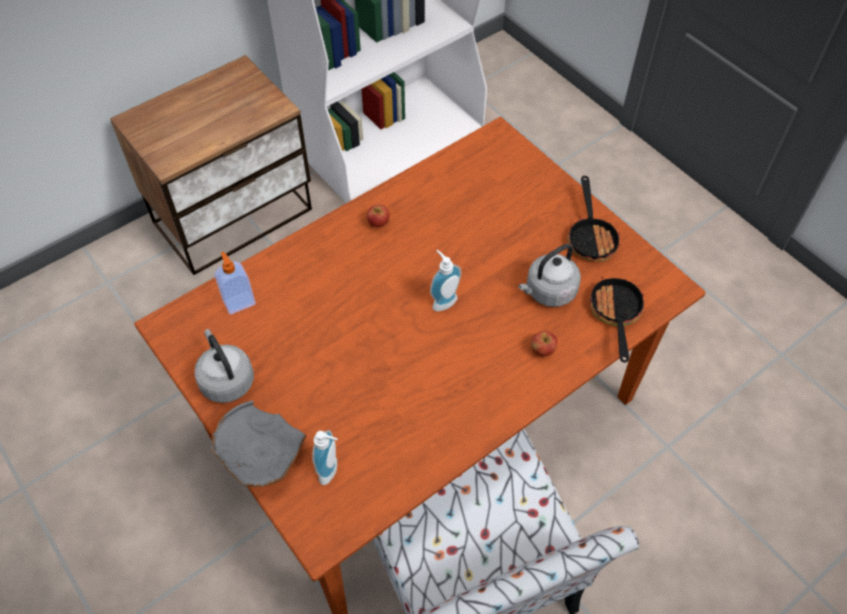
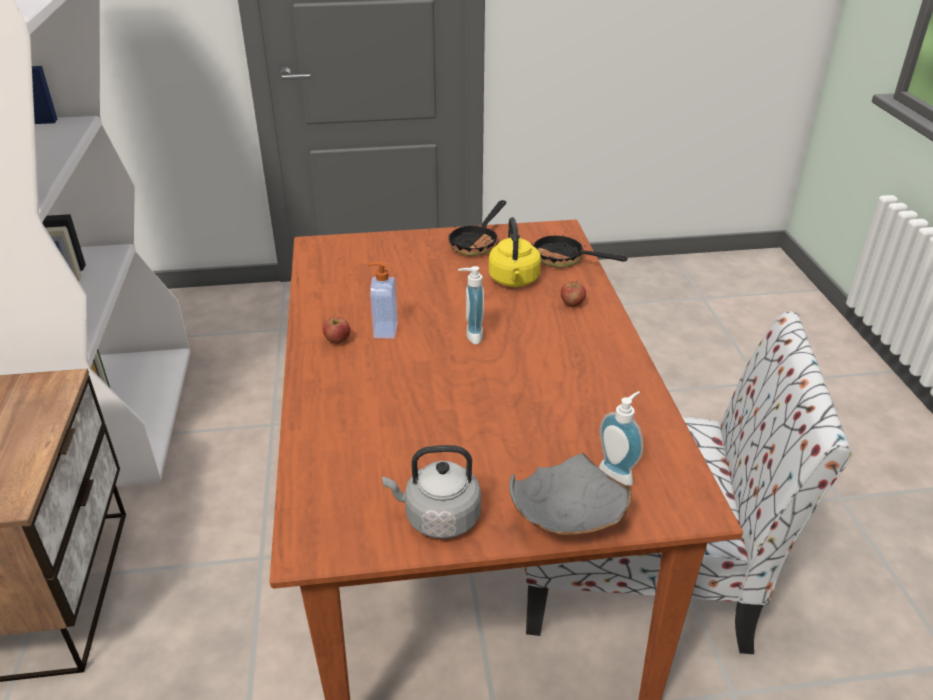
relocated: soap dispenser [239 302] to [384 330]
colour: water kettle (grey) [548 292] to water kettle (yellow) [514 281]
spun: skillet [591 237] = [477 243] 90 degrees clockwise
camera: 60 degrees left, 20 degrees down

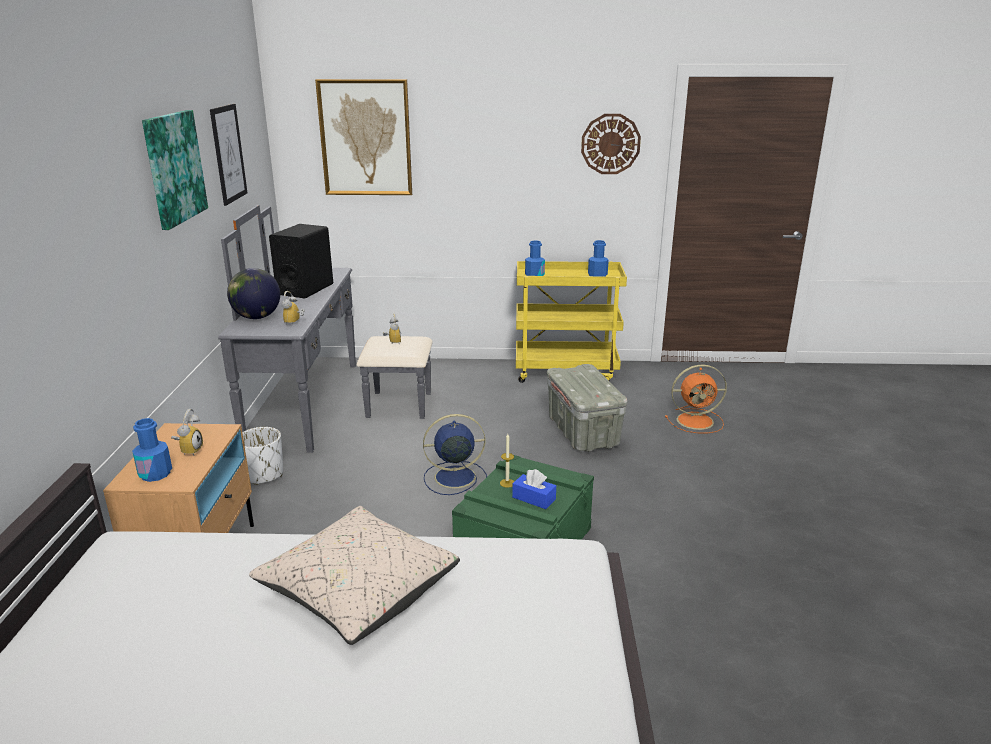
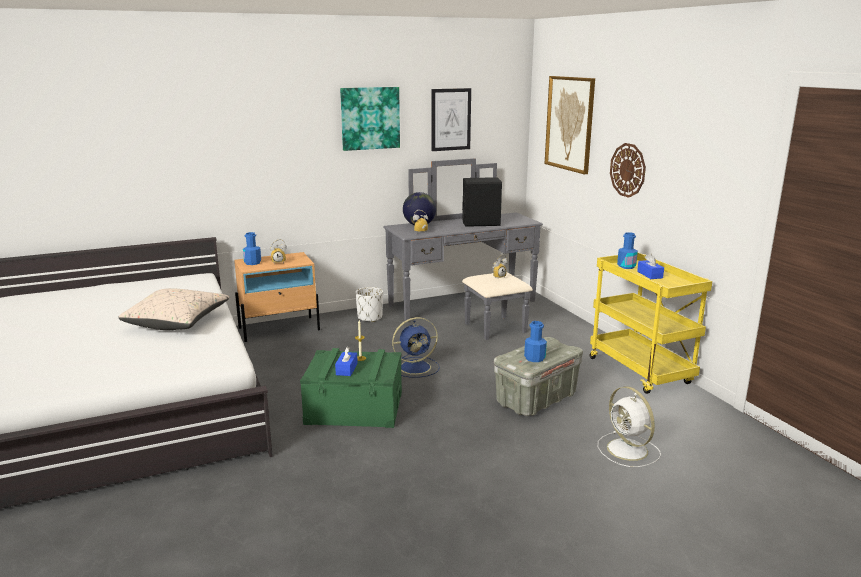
appeared: tissue box (bluish) [649 275]
relocated: bottle (bluish) [597 276] to [534 358]; clock on the wall [610 144] to [628 170]
colour: fan (orange) [696 421] to fan (white-coloured) [628 450]
spun: fan (bluish) [453 477] = [416 367] 105 degrees clockwise
camera: 65 degrees right, 5 degrees down

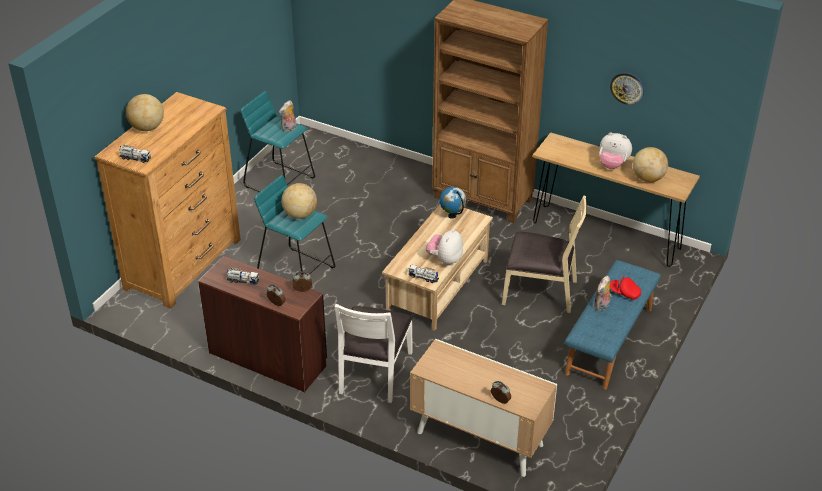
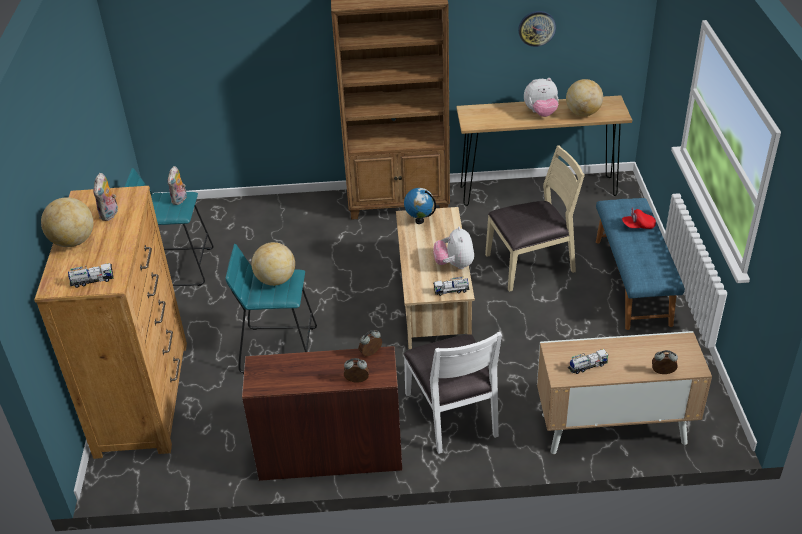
relocated: cuddly toy [602 306] to [110 214]; model truck [243 281] to [587 366]
camera: 30 degrees left, 0 degrees up

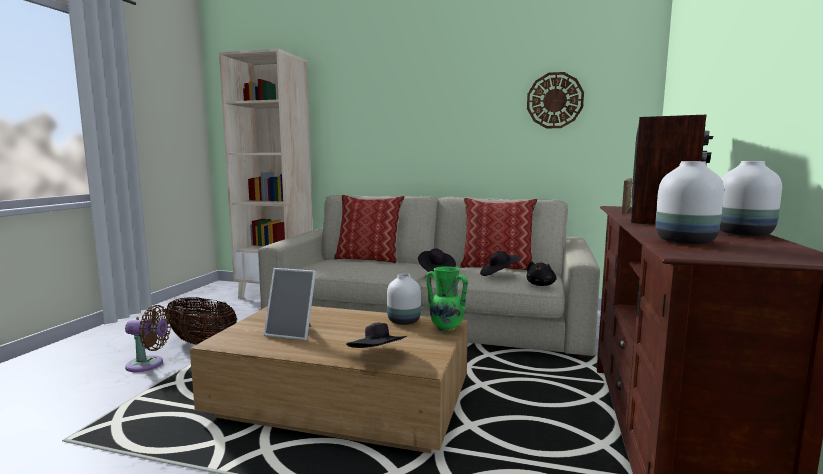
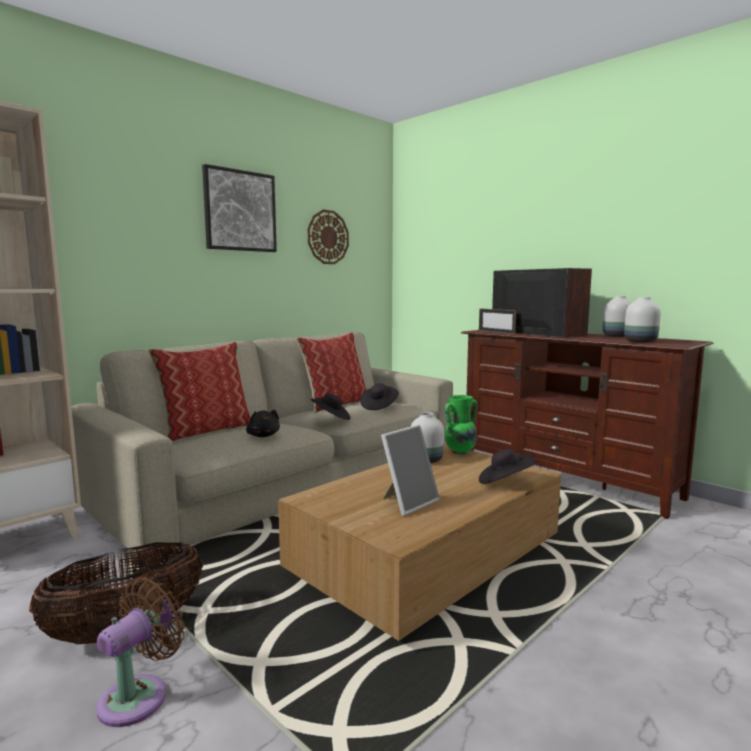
appeared: wall art [240 211]
relocated: cuddly toy (blackish) [541 285] to [263 436]
camera: 60 degrees left, 0 degrees up

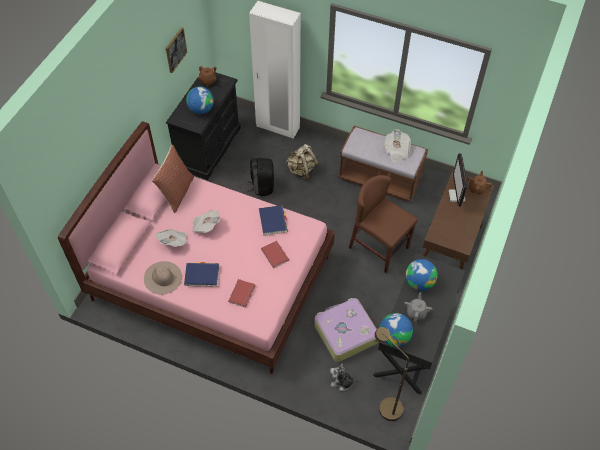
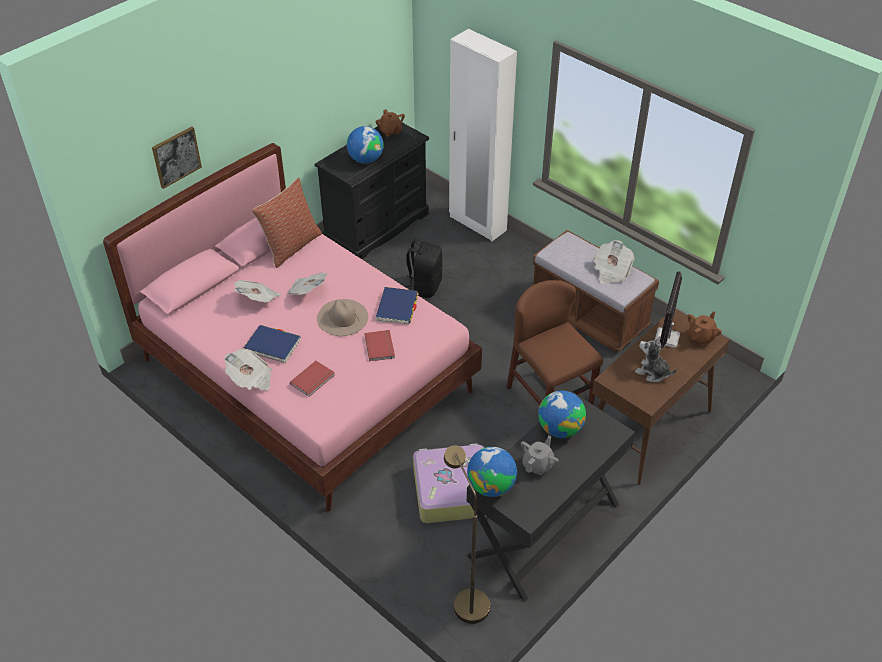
missing: knapsack (beige-coloured) [302 170]
appeared: newspaper [251 379]
relocated: wall art [175 50] to [176 156]; wearable hat (beige-coloured) [162 277] to [342 317]; cuddly toy [342 382] to [652 372]
camera: 20 degrees right, 10 degrees down

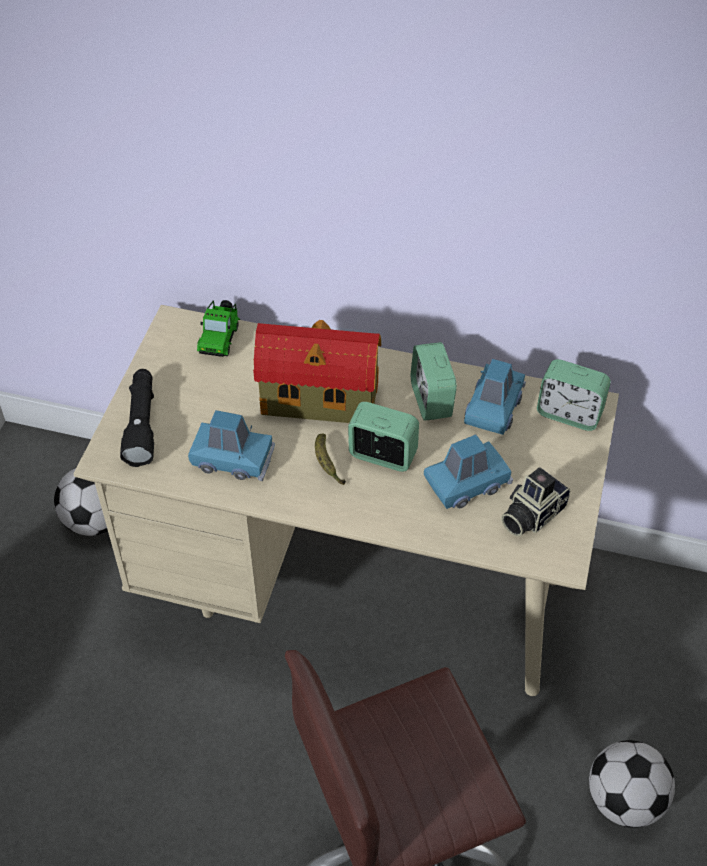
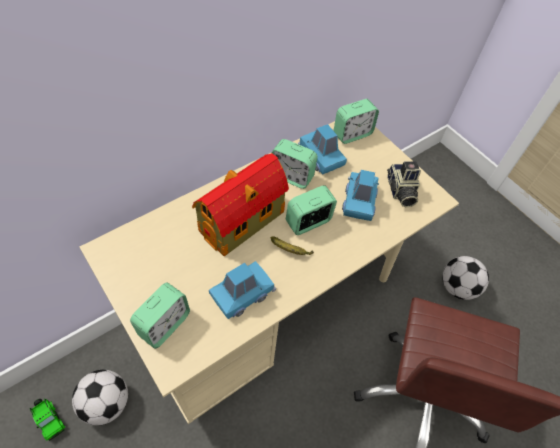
relocated: model car [220 338] to [49 419]
exchanged: torch (blackish) [142 424] to table clock [164 324]
camera: 55 degrees left, 5 degrees up

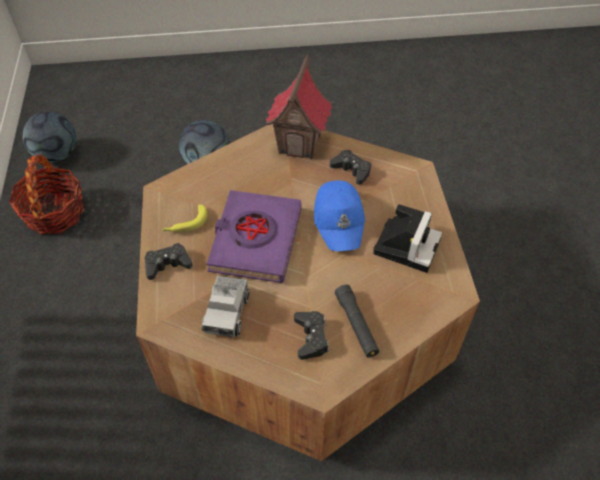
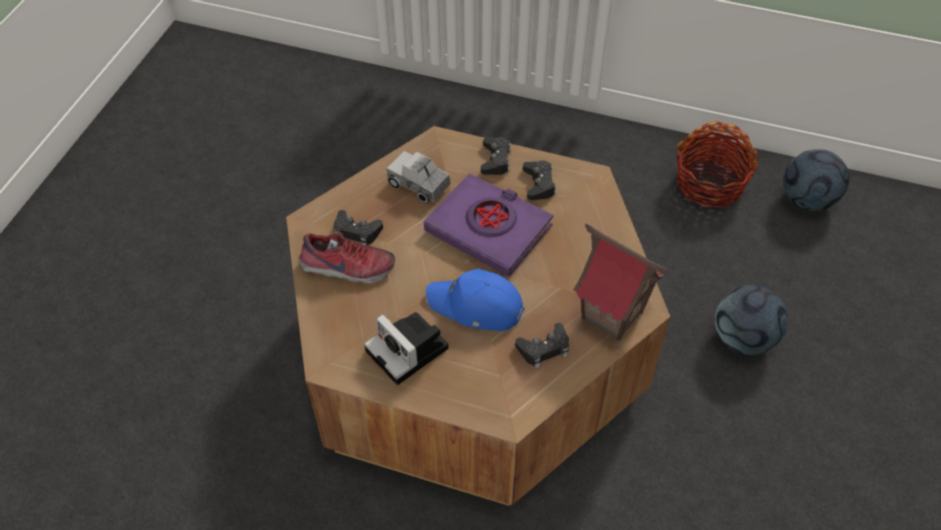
exchanged: torch (blackish) [356 325] to low shoe [347 268]; whole banana [185 224] to game controller (blackish) [539 184]
camera: 115 degrees right, 0 degrees up

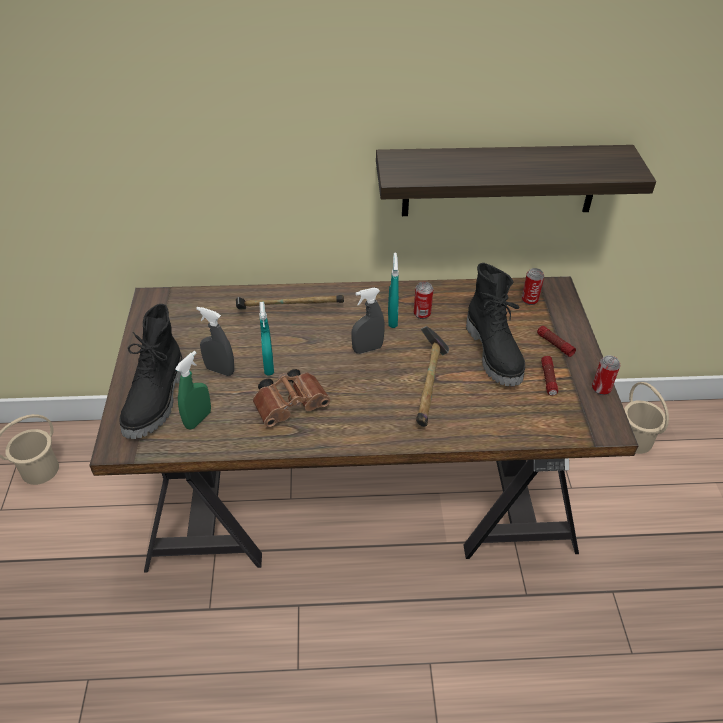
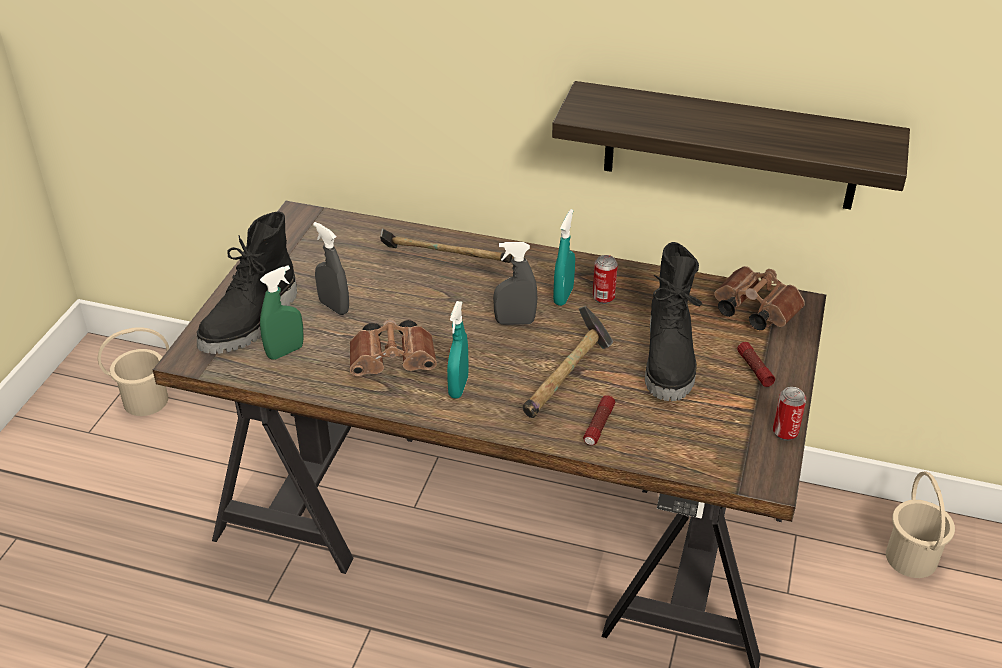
relocated: hand sprayer (turquoise-coloured) [268 366] to [458 387]; torch [548 379] to [599 426]
exchanged: can [529 300] to binoculars (brown-coloured) [752 311]
camera: 20 degrees right, 5 degrees down

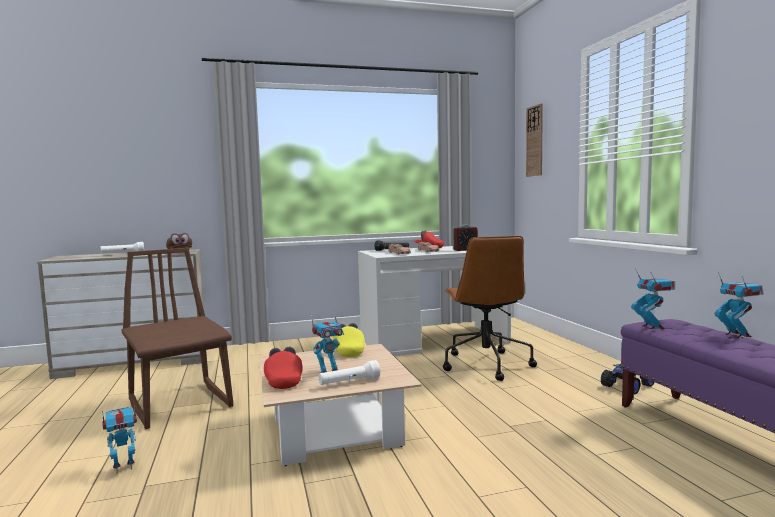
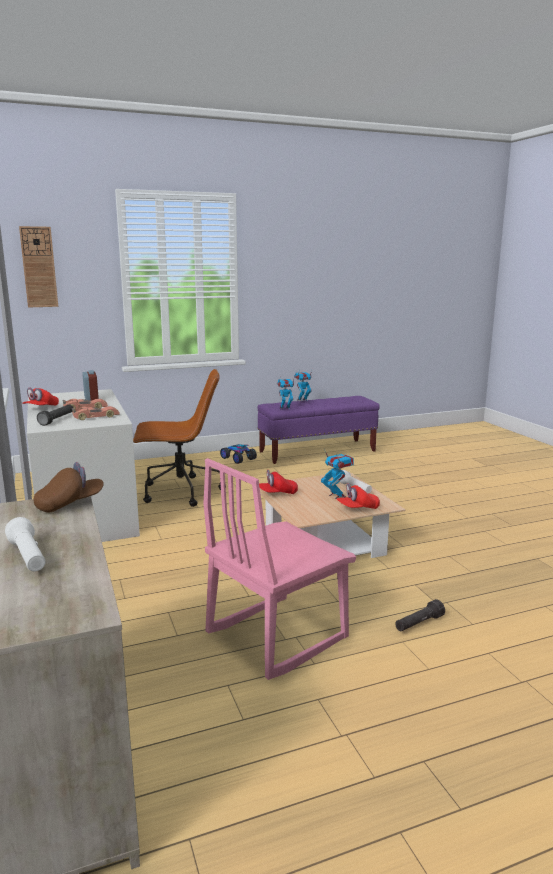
exchanged: toy robot [123 467] to torch (blackish) [418 624]
colour: upright chair (brown-coloured) [181 404] to upright chair (pink) [275 635]; baseball cap (yellow) [348 351] to baseball cap (red) [277 493]
camera: 95 degrees left, 10 degrees up

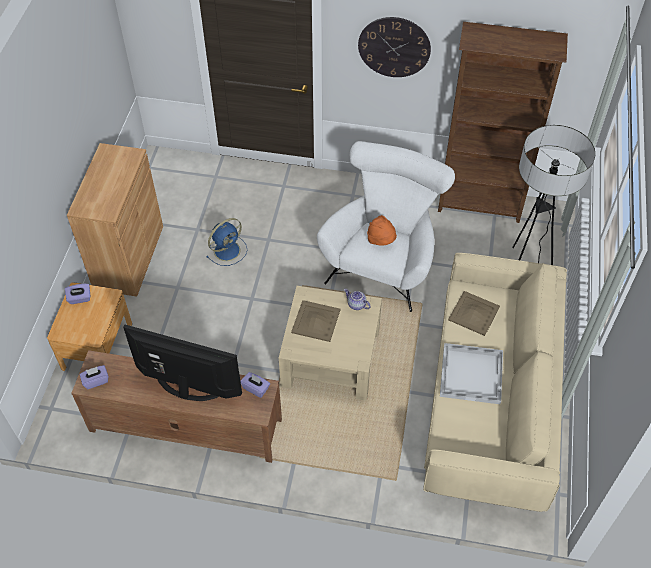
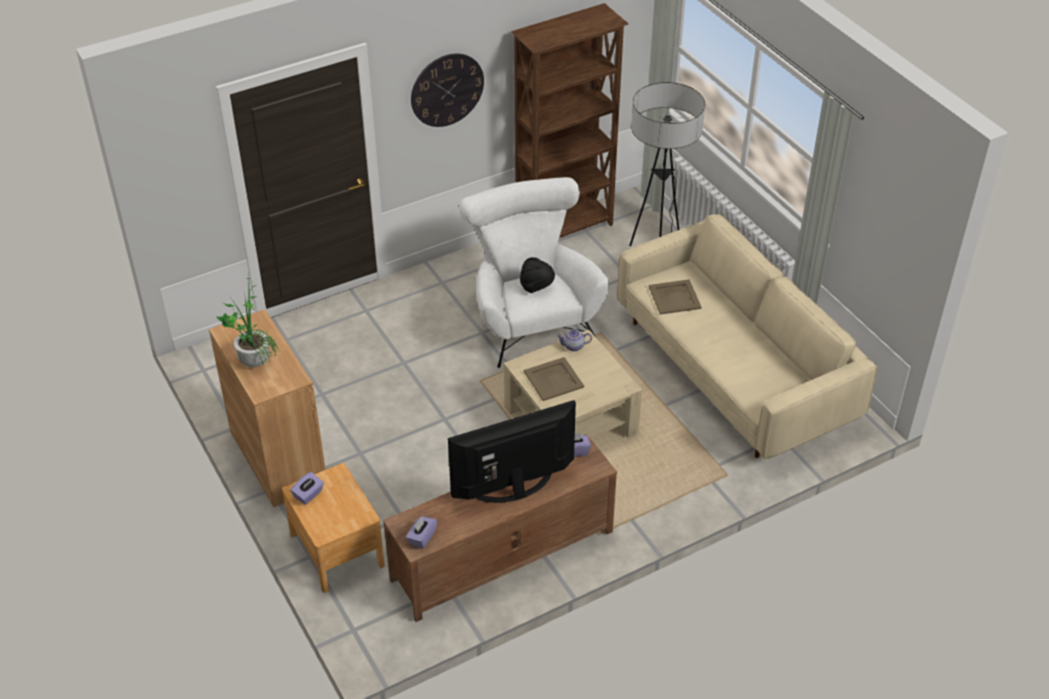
missing: fan (bluish) [228 250]; carrying tray (white-coloured) [472 374]
appeared: plant in a pot [253 357]
colour: wearable hat (orange) [381 240] to wearable hat (blackish) [536 287]
camera: 40 degrees left, 10 degrees down

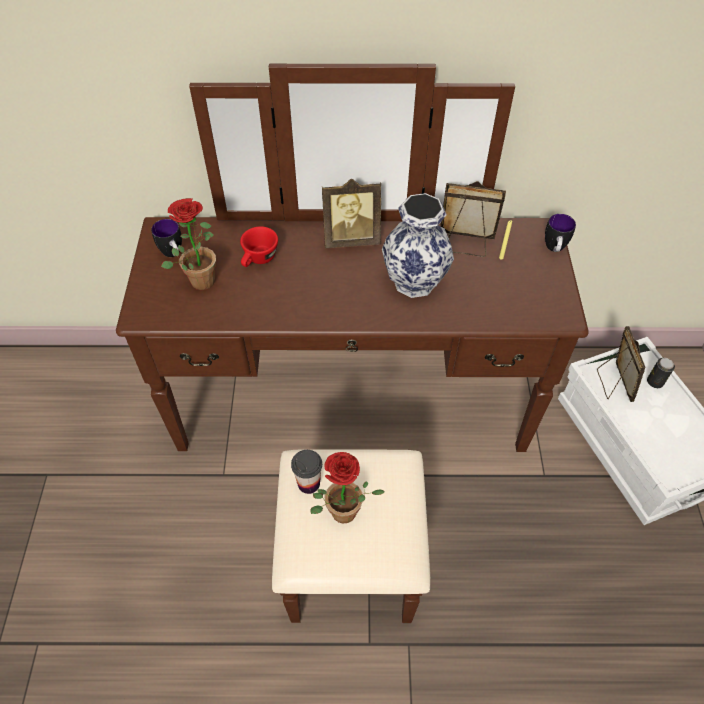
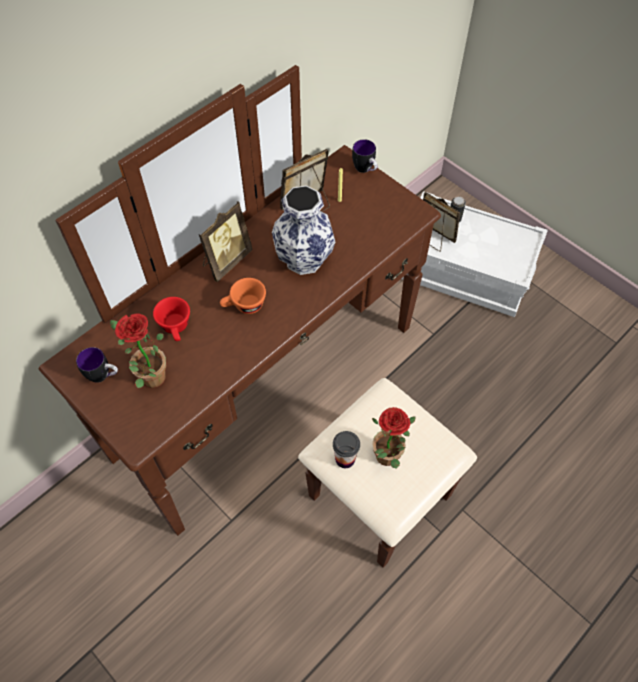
appeared: small cup (orange) [244 306]
camera: 45 degrees left, 5 degrees up

